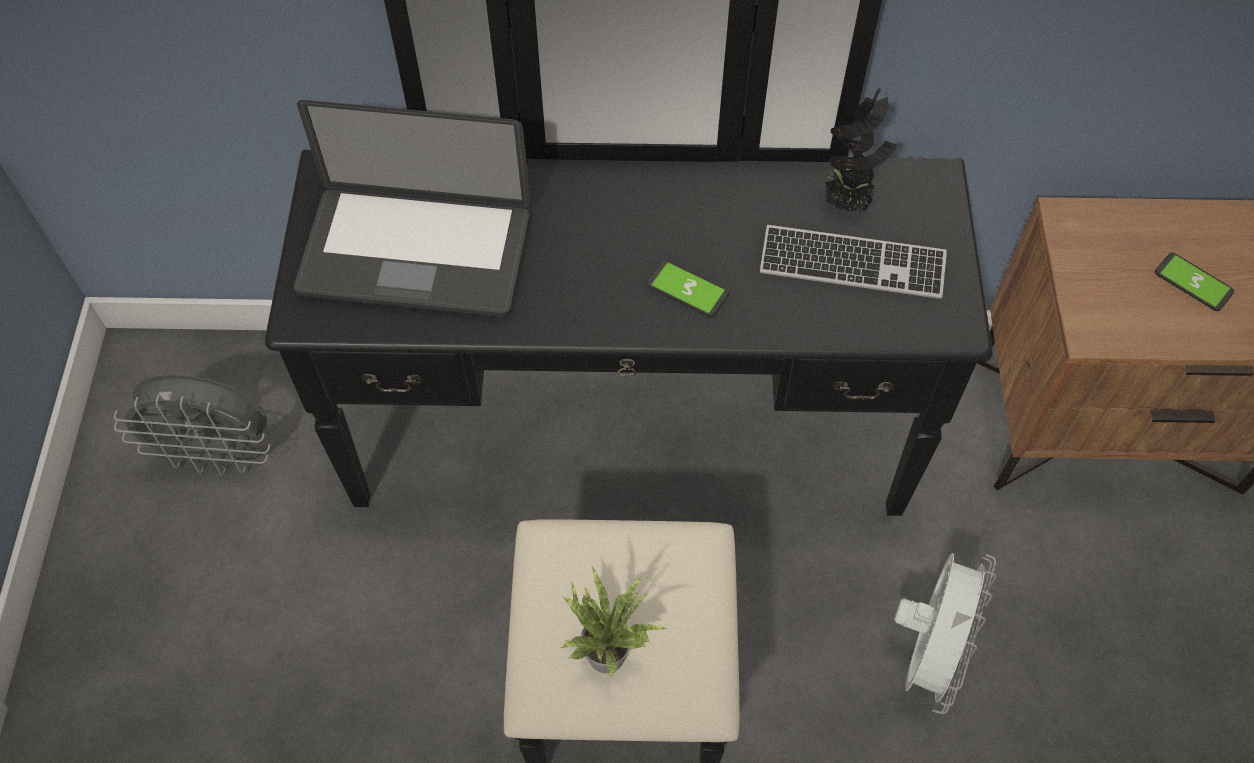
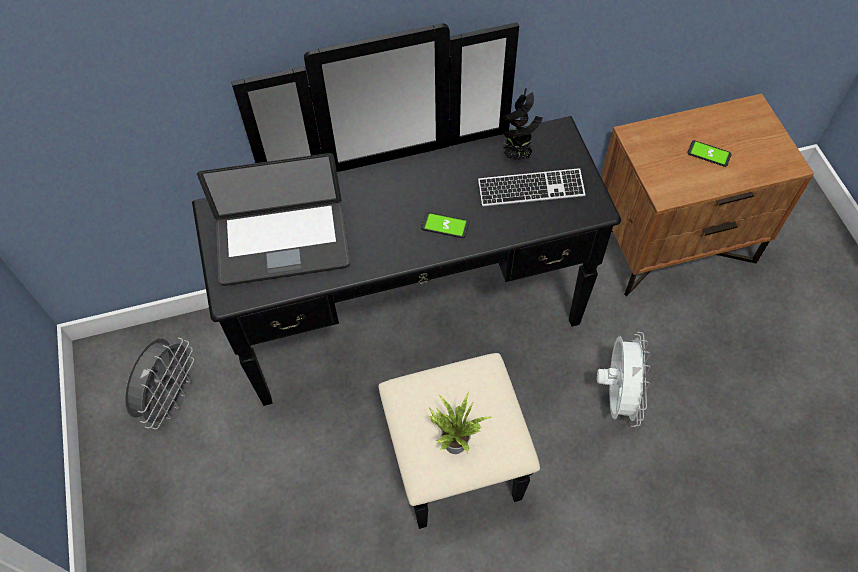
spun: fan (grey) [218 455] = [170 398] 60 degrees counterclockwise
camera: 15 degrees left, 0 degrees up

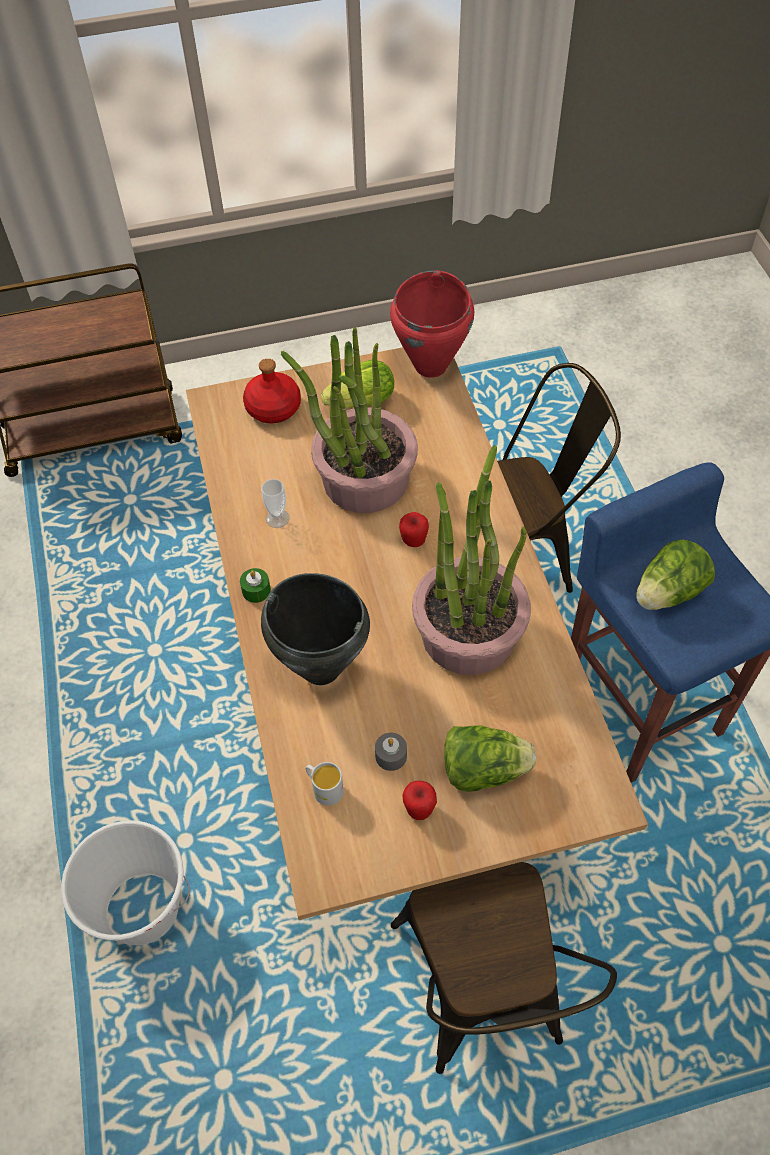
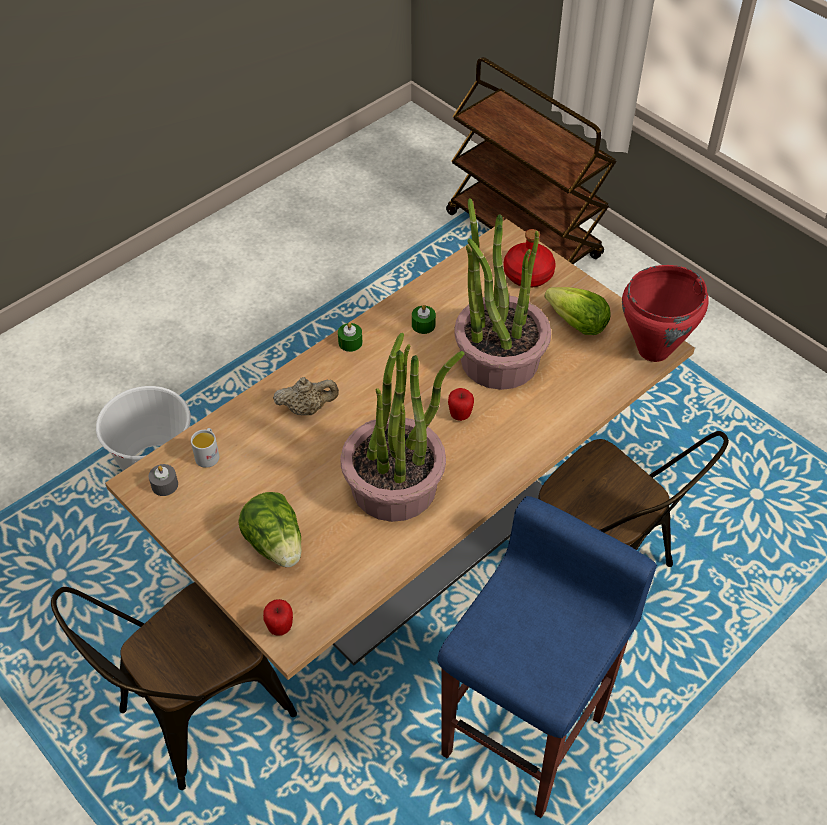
missing: head of lettuce [668 593]
relocated: wax light (grey) [391 756] to [164 485]; apple [419 809] to [280 627]
exchanged: saucepot (blackish) [321 667] to tea pot (beige-coloured) [307 408]; small cup [277 518] to wax light (green-coloured) [423 325]
camera: 60 degrees right, 5 degrees down

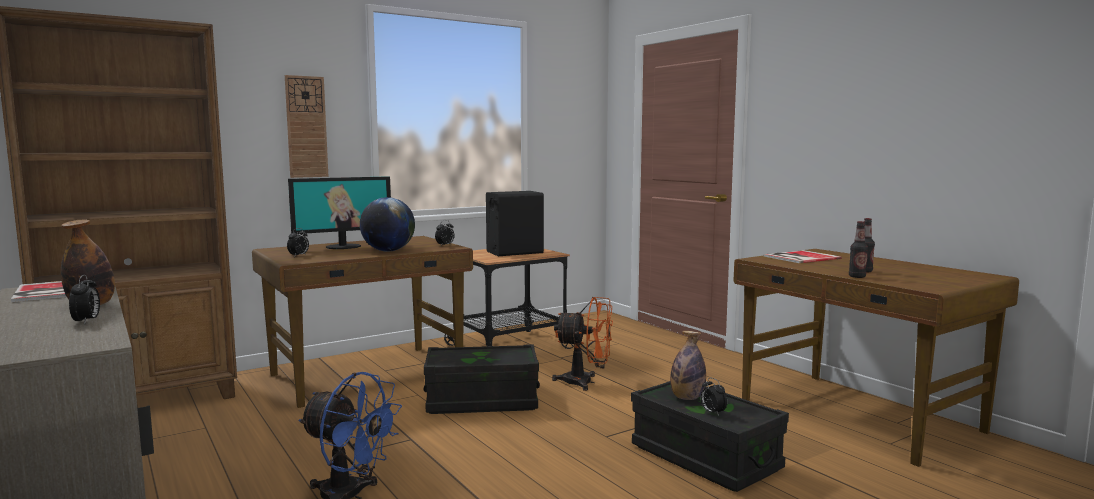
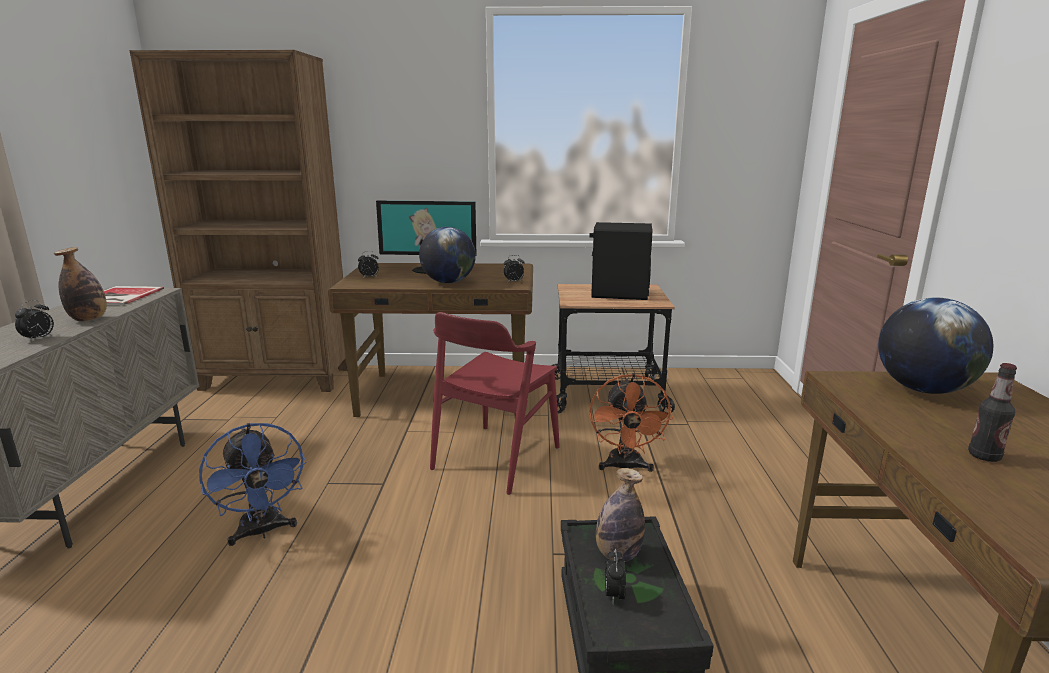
missing: clock on the wall [306 127]; bottle [857 276]
exchanged: storage container (blackish) [482 401] to upright chair (red) [495 458]; book [799 257] to globe [923 390]
spun: fan (orange) [585 382] = [625 467] 45 degrees clockwise
camera: 35 degrees right, 10 degrees up

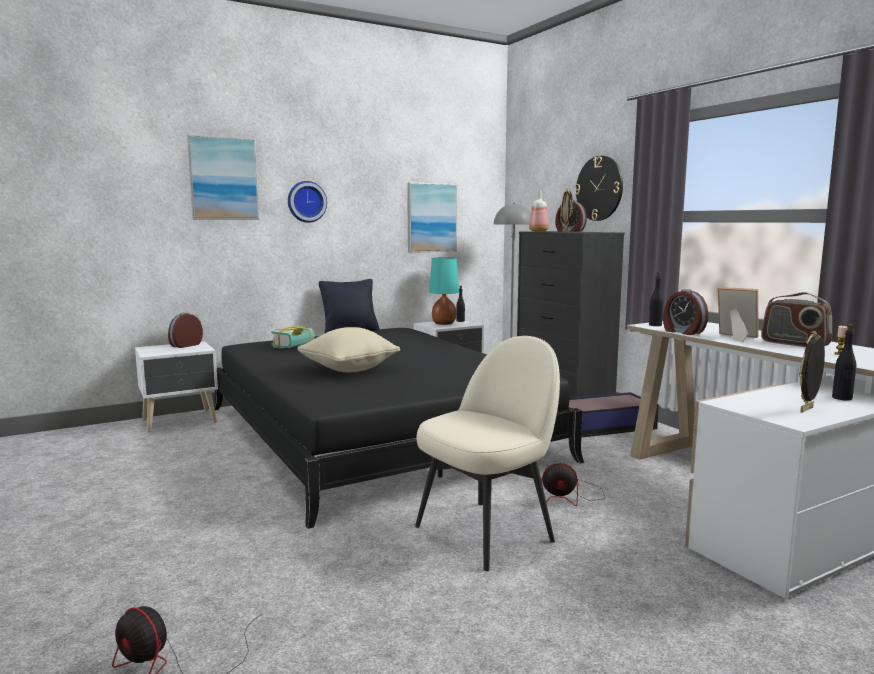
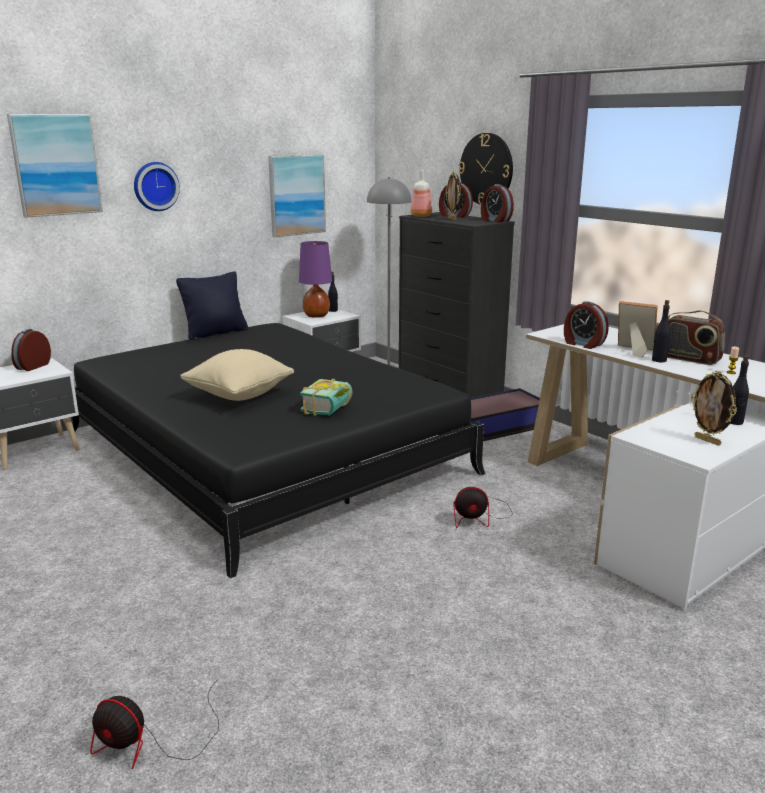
missing: upright chair (beige-coloured) [486 532]
appeared: table clock [495 220]
relocated: book [296 347] to [332 409]; bottle (blackish) [655 325] to [658 360]
colour: table lamp (turquoise-coloured) [443 324] to table lamp (purple-coloured) [316 316]
spun: photo frame [808 410] = [708 440] 75 degrees counterclockwise
camera: 10 degrees left, 10 degrees up

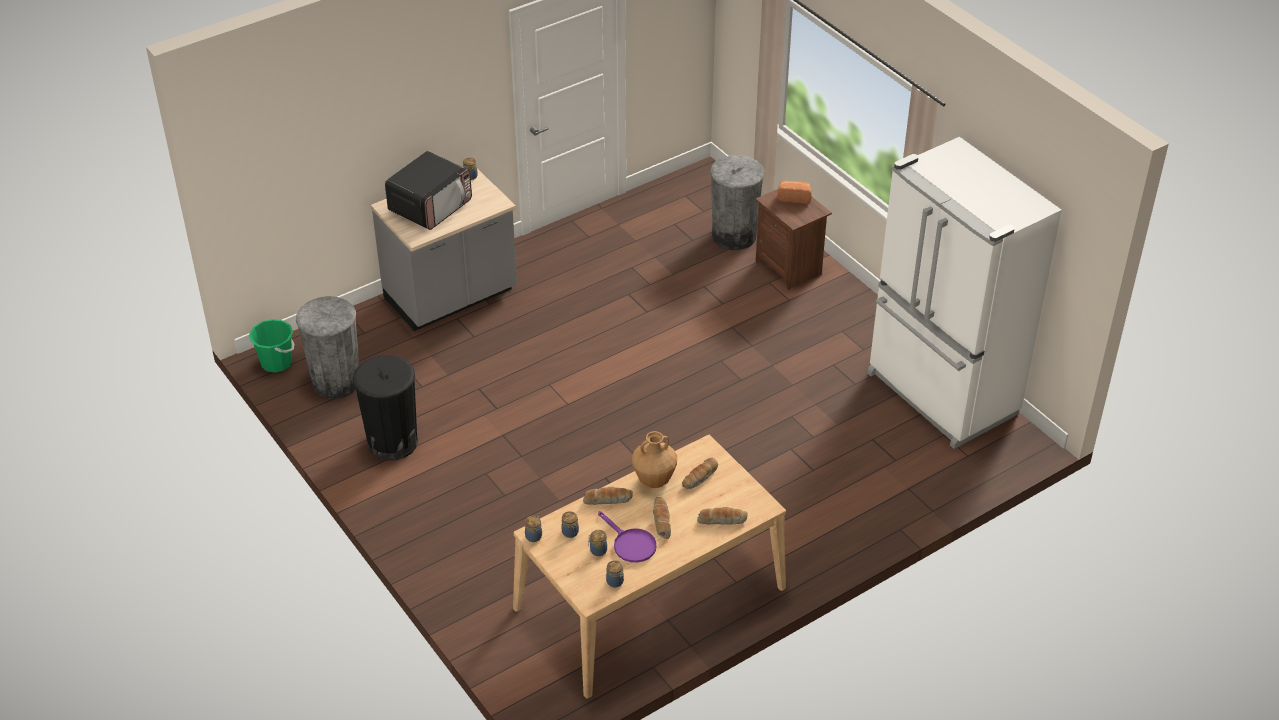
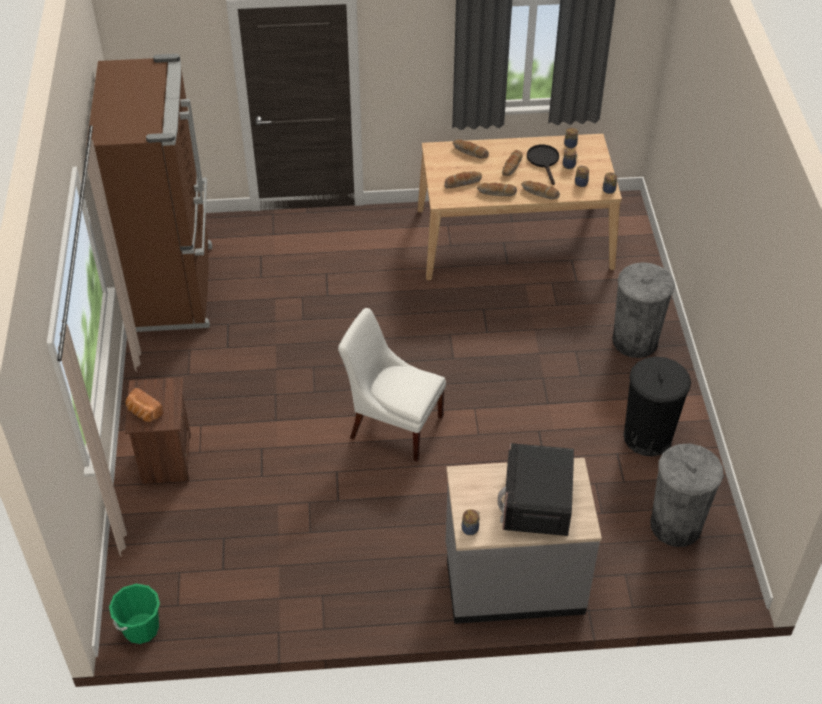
appeared: upright chair (white-coloured) [393 424]
relocated: bucket (green-coloured) [276 362] to [141 628]; waste bin (grey) [734 236] to [635 341]
exchanged: flower vase (brown-coloured) [654 480] to bakery bread [496 193]
colour: fridge (white-coloured) [940 395] to fridge (brown-coloured) [174 287]; skillet (purple-coloured) [630 544] to skillet (blackish) [544 161]
spun: microwave oven [431 206] = [536 504] 60 degrees counterclockwise
camera: 150 degrees left, 5 degrees up

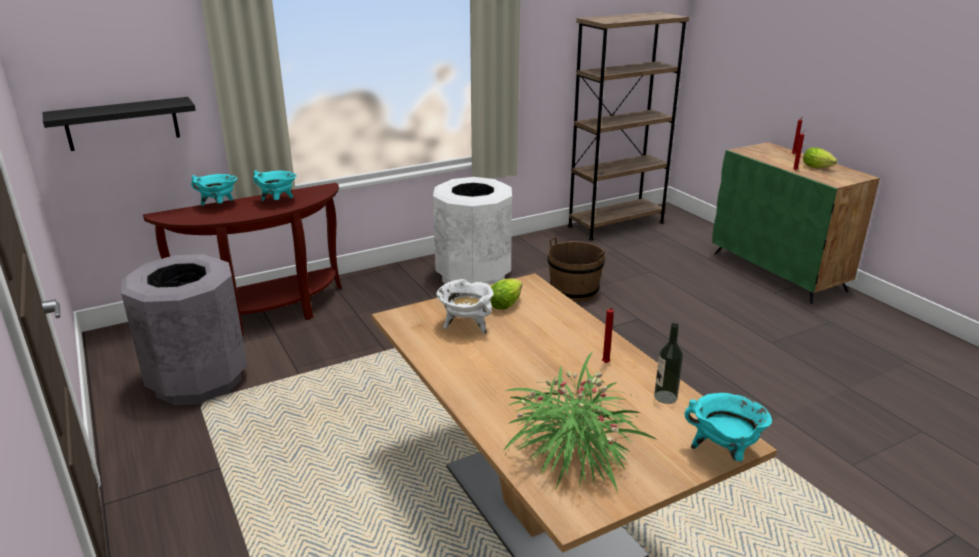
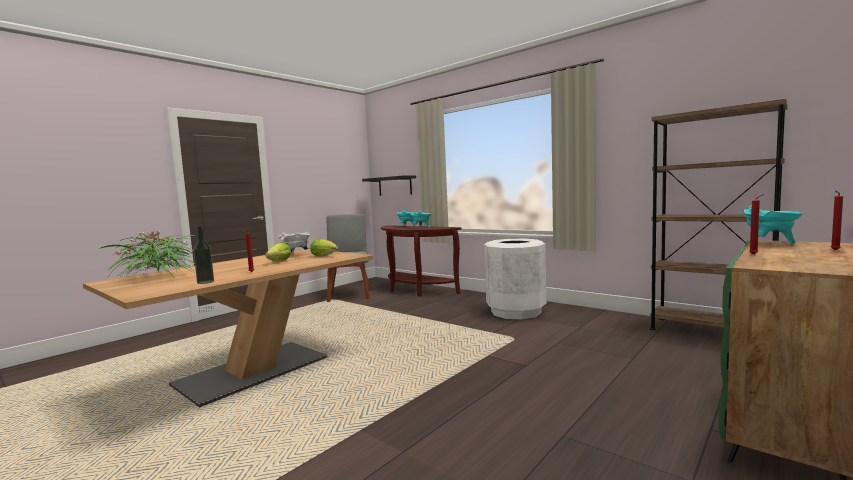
missing: bucket (brown-coloured) [574 291]
relocated: head of lettuce [818 168] to [278 262]; saucepot (turquoise-coloured) [723 452] to [769 243]
exchanged: waste bin (grey) [198 380] to upright chair (grey) [349 295]
camera: 70 degrees right, 20 degrees down

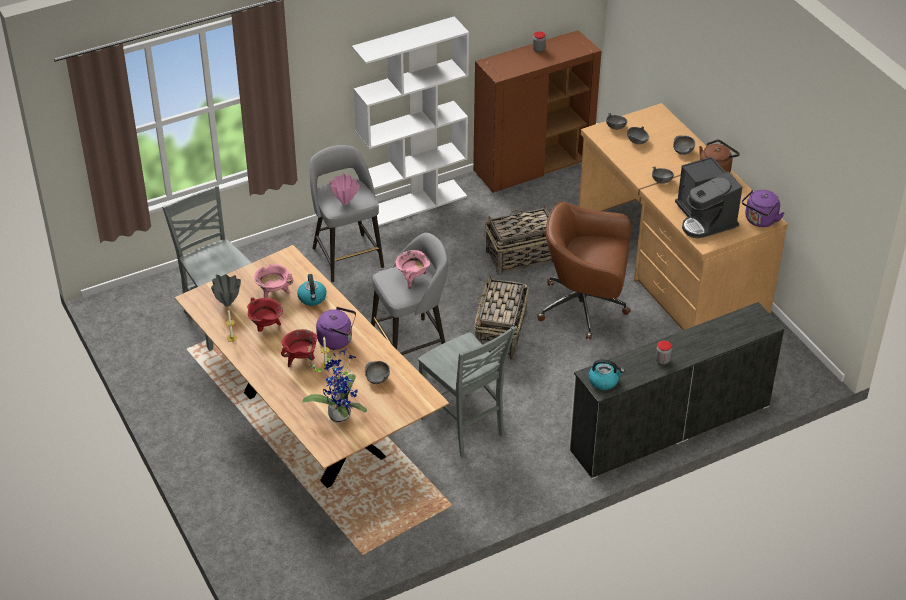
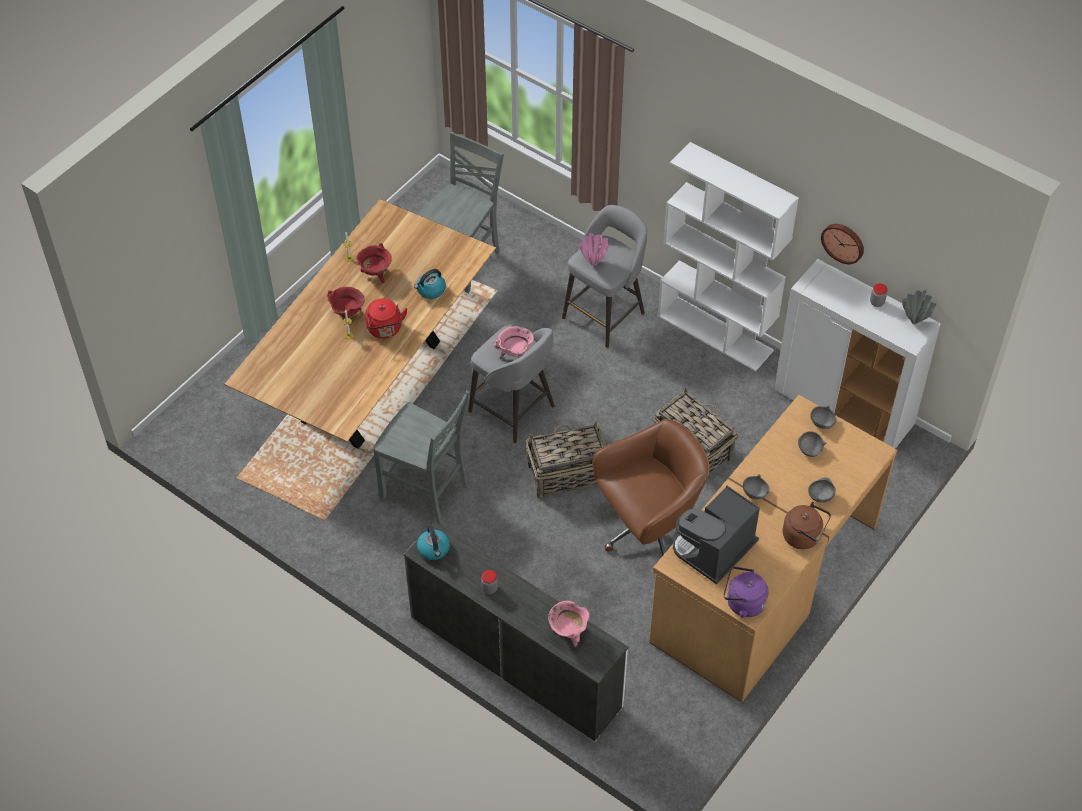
missing: plant in a pot [339 413]; deep dish (grey) [377 379]
appeared: clock on the wall [843 242]
relocated: saucepot (pink) [274 293] to [568 632]; flower vase (grey) [227 304] to [914 321]
colour: water kettle (purple-coloured) [337 340] to water kettle (red) [385 330]; cupboard (brown-coloured) [533 166] to cupboard (white-coloured) [844 408]
spun: upright chair (grey) [464 427] = [426 492] 90 degrees counterclockwise; computer chair (brown-coloured) [584 307] = [649 530] 75 degrees clockwise
camera: 65 degrees right, 10 degrees up

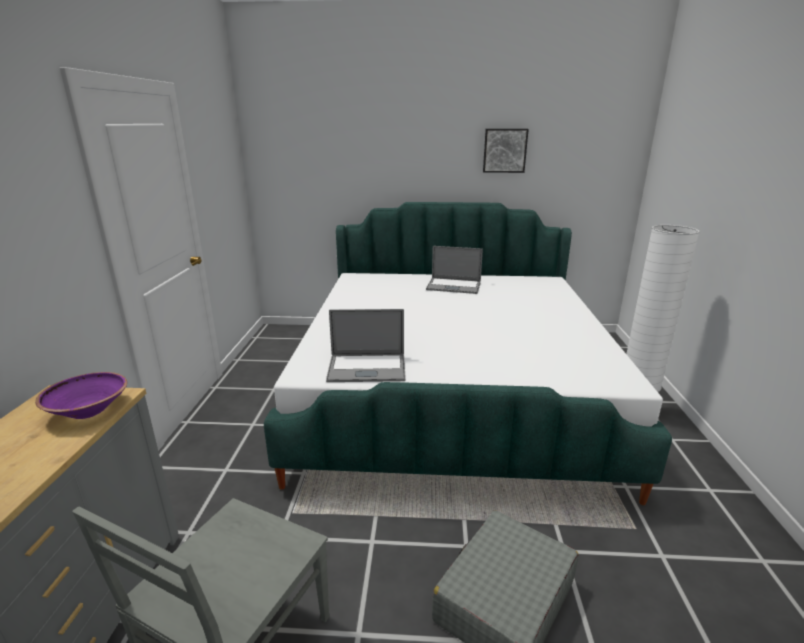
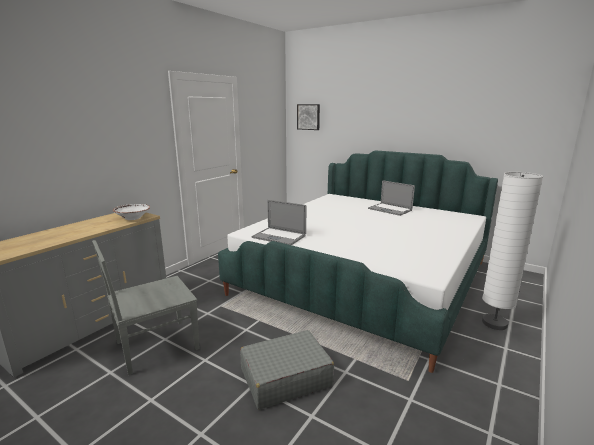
relocated: wall art [504 150] to [308 117]
colour: deep dish (purple-coloured) [88 410] to deep dish (white-coloured) [132 218]
camera: 30 degrees right, 5 degrees down

